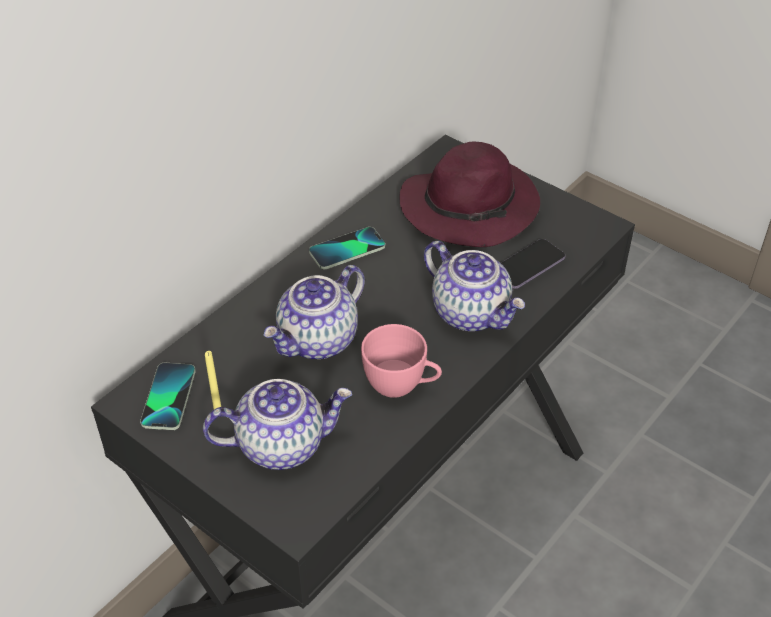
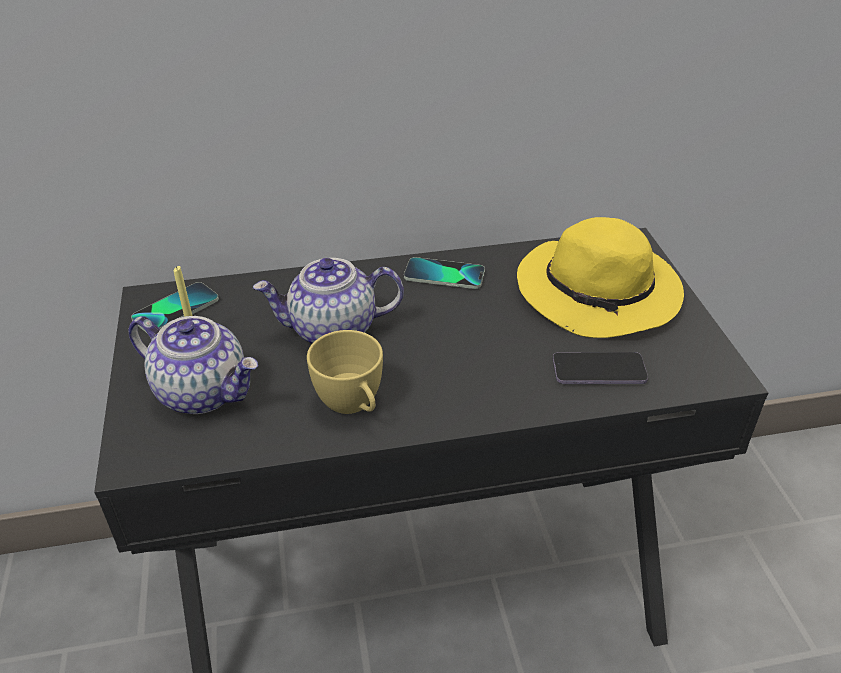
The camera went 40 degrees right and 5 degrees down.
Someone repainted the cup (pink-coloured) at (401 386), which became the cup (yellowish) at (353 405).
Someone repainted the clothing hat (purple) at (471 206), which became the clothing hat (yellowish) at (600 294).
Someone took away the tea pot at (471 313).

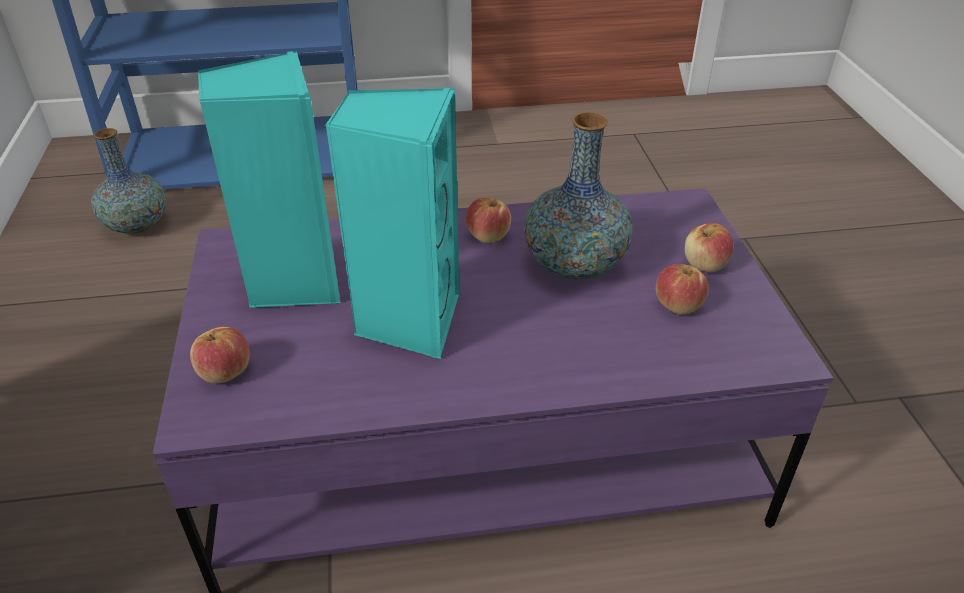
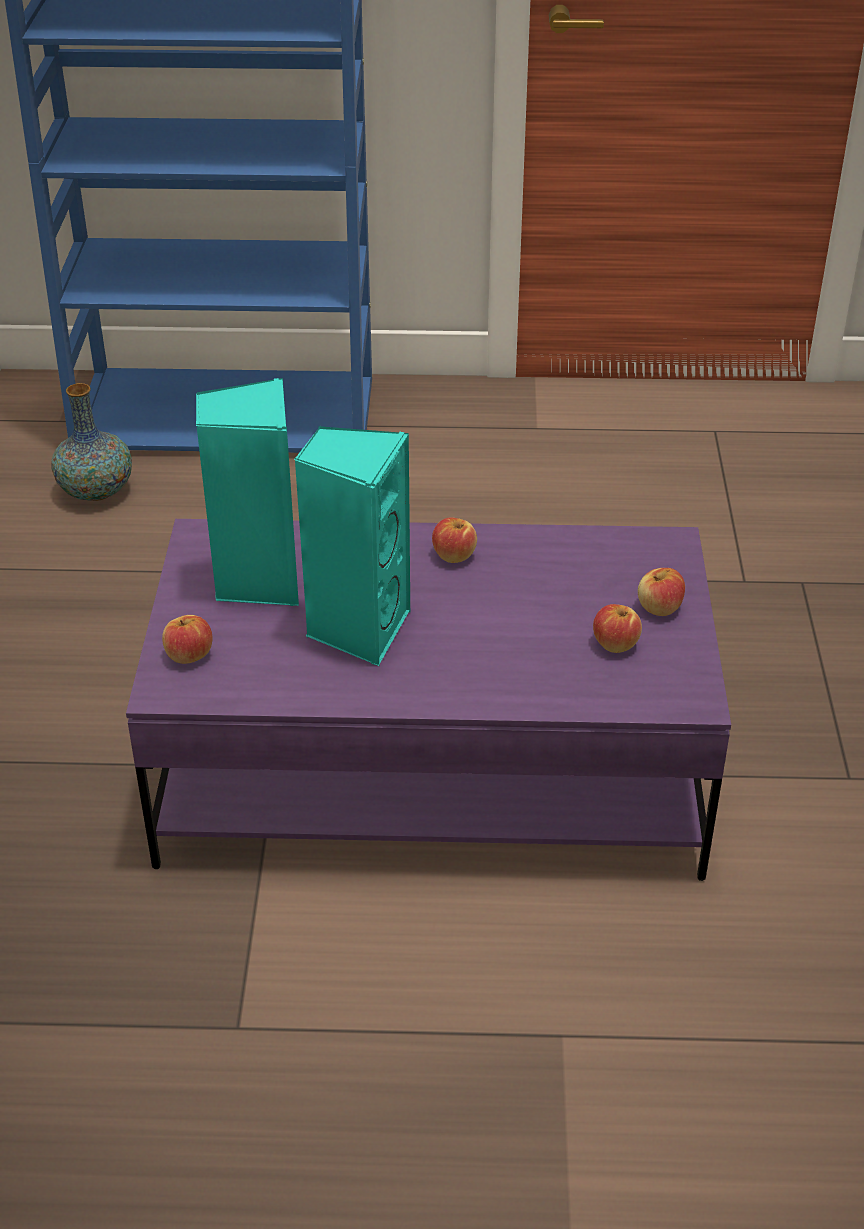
The camera went 10 degrees right and 0 degrees up.
Someone took away the vase at (574 265).

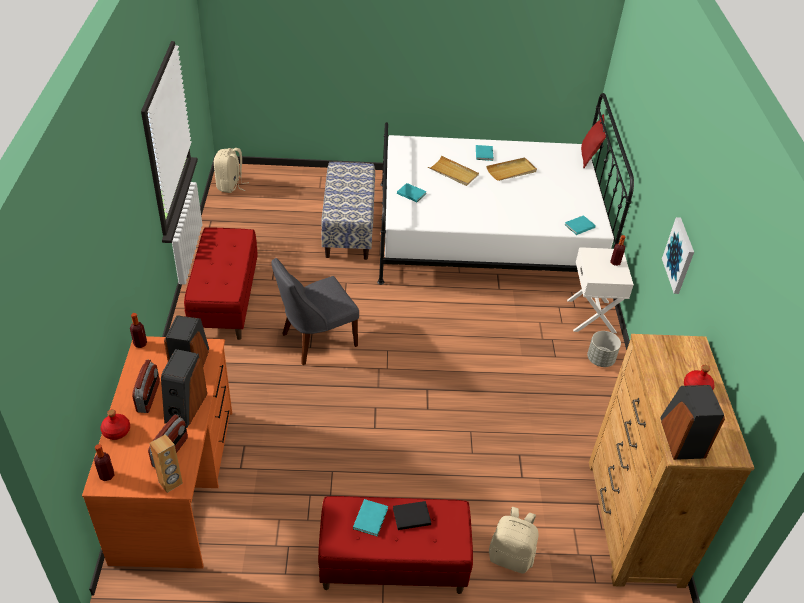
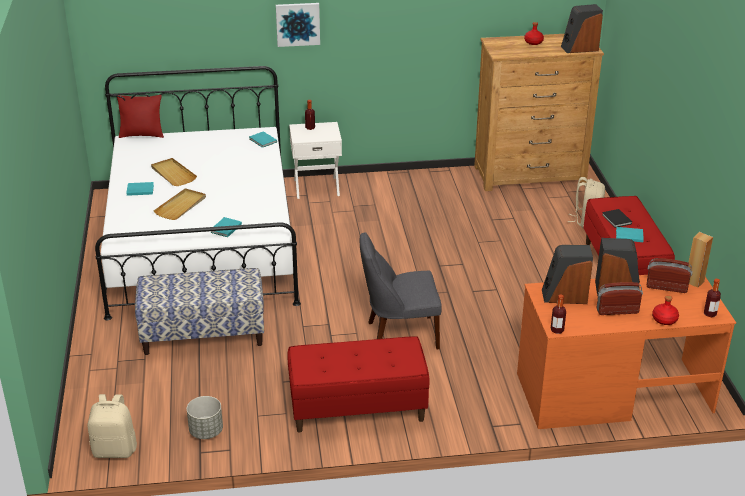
The camera went 95 degrees left and 10 degrees down.
Someone carried the flower pot (greyish) from (600 359) to (206 431).
Someone carried the picture from (679 255) to (298 24).
Someone rotated the chair (greyish) at (316 340) by 120 degrees clockwise.

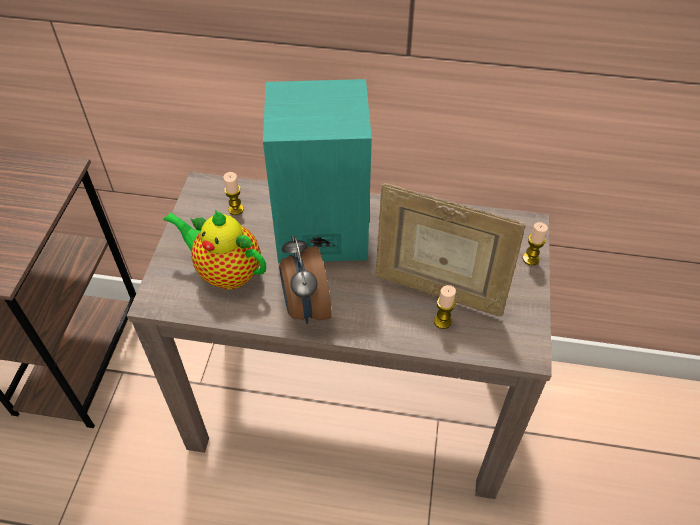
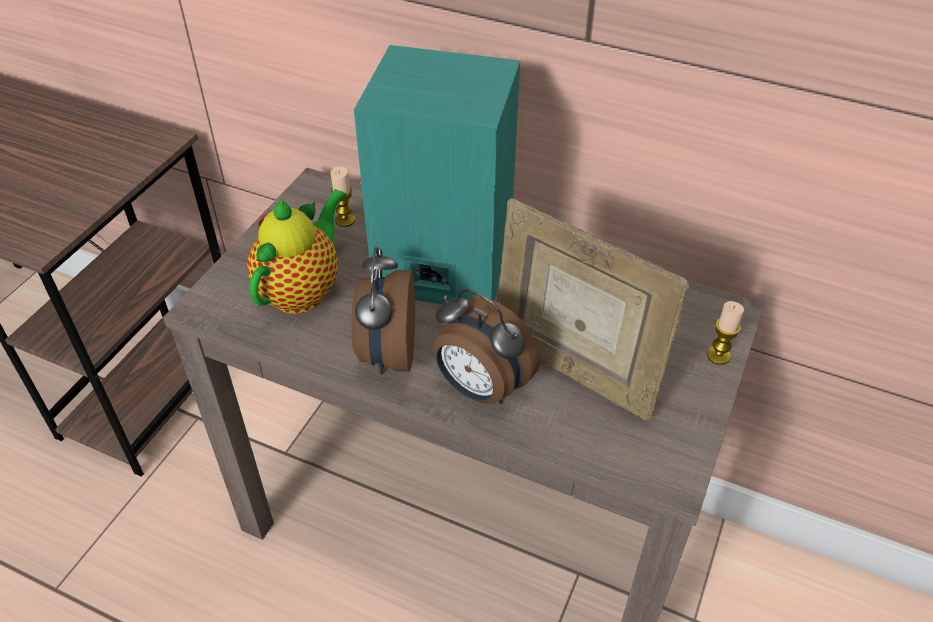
The camera went 15 degrees right and 5 degrees down.
Someone rotated the tea pot at (226 272) by 75 degrees clockwise.
Someone put down the bedside clock at (480 389).
Someone took away the candle at (442 321).

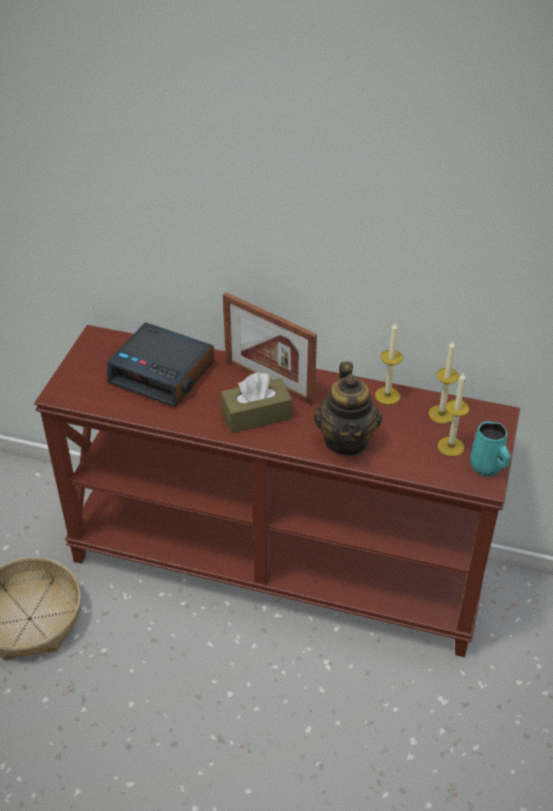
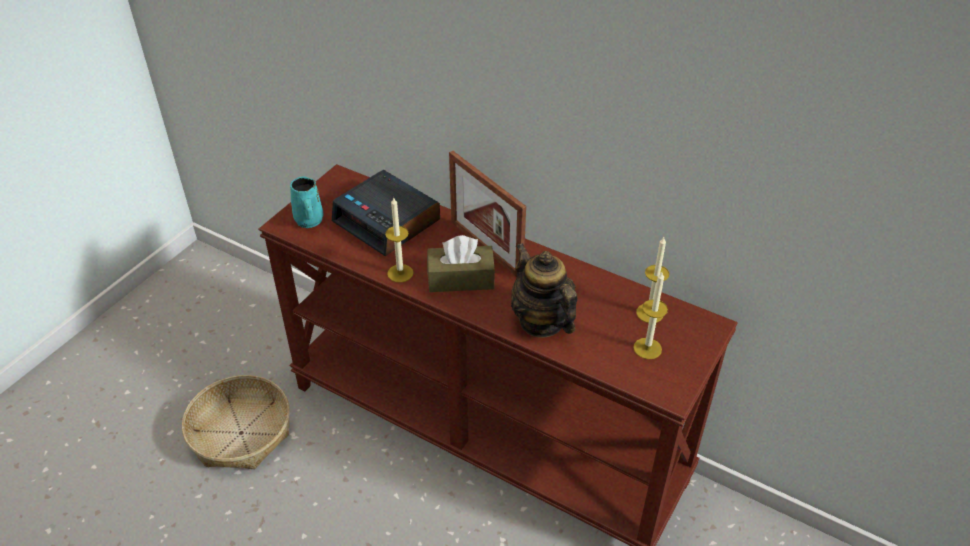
The camera went 15 degrees right and 0 degrees up.
Someone carried the tea mug (turquoise-coloured) from (487 468) to (309 221).
Someone carried the candle from (387 396) to (400 273).
Someone rotated the tea pot at (347 440) by 135 degrees clockwise.

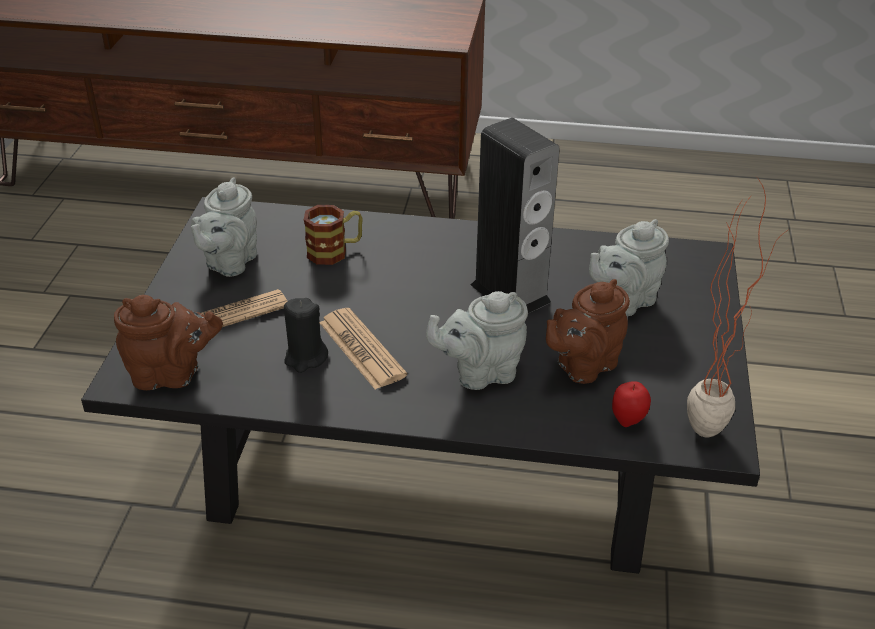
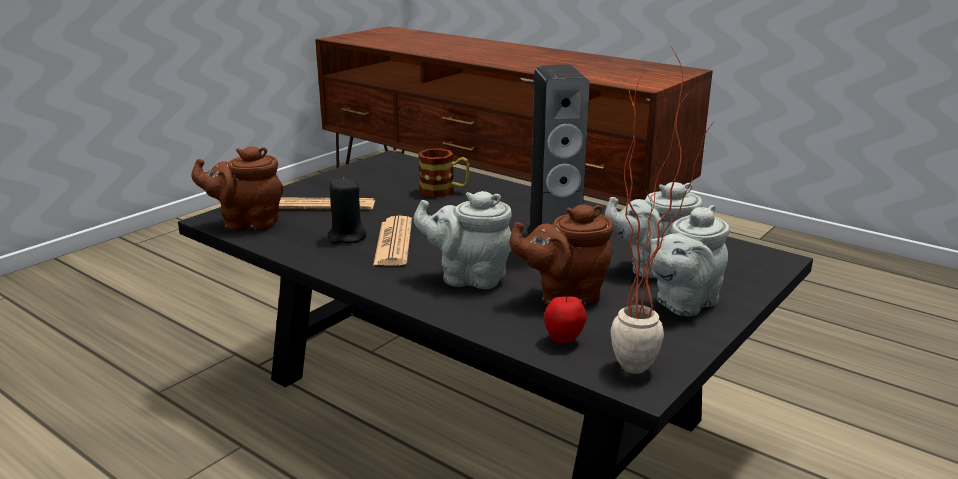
The camera went 30 degrees right and 15 degrees down.
Someone rotated the tea pot (brown) at (172 375) by 150 degrees clockwise.
Someone carried the tea pot (greyish) from (229 263) to (683 303).

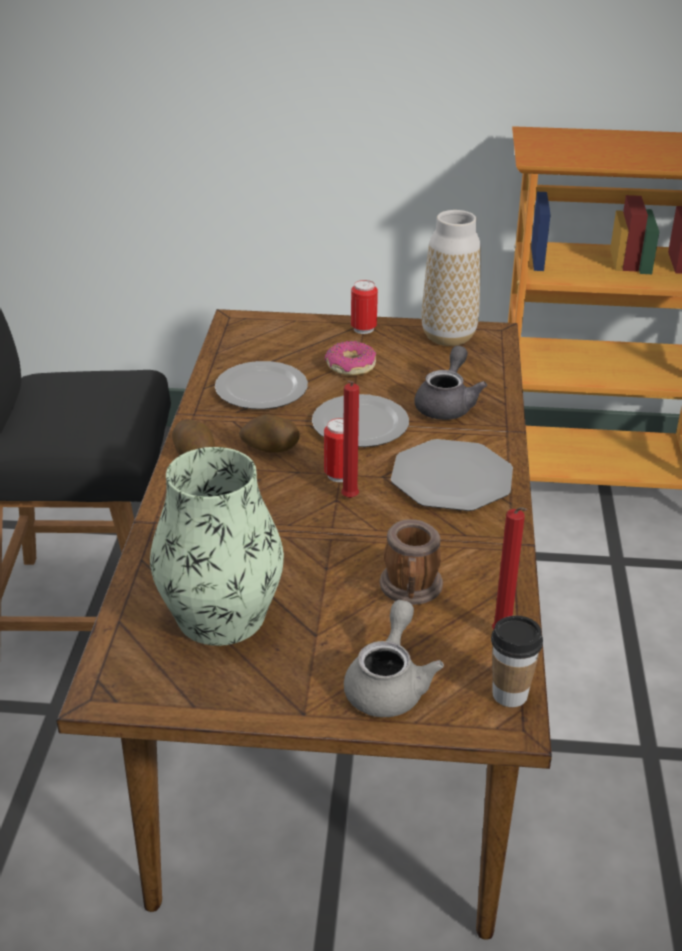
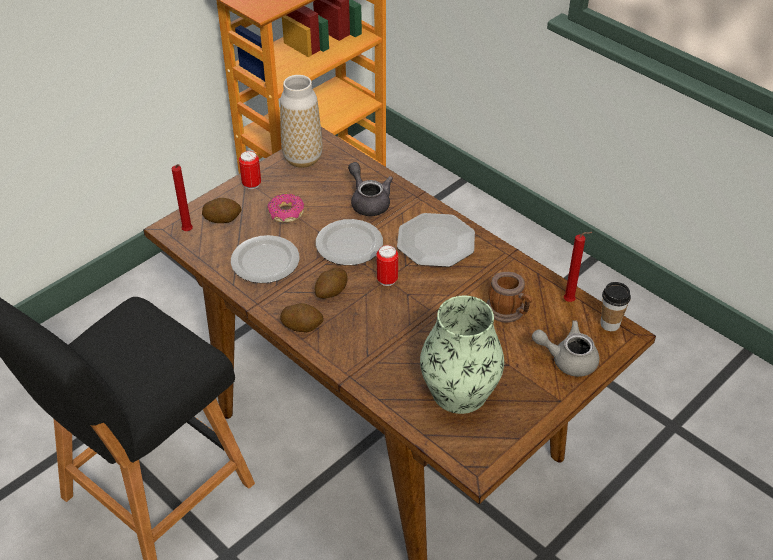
The camera went 50 degrees left and 10 degrees up.
Someone carried the candle (red-coloured) from (348 499) to (188 232).
Someone put down the spud at (222 218).
Someone rotated the tea pot (greyish) at (389 684) by 45 degrees counterclockwise.

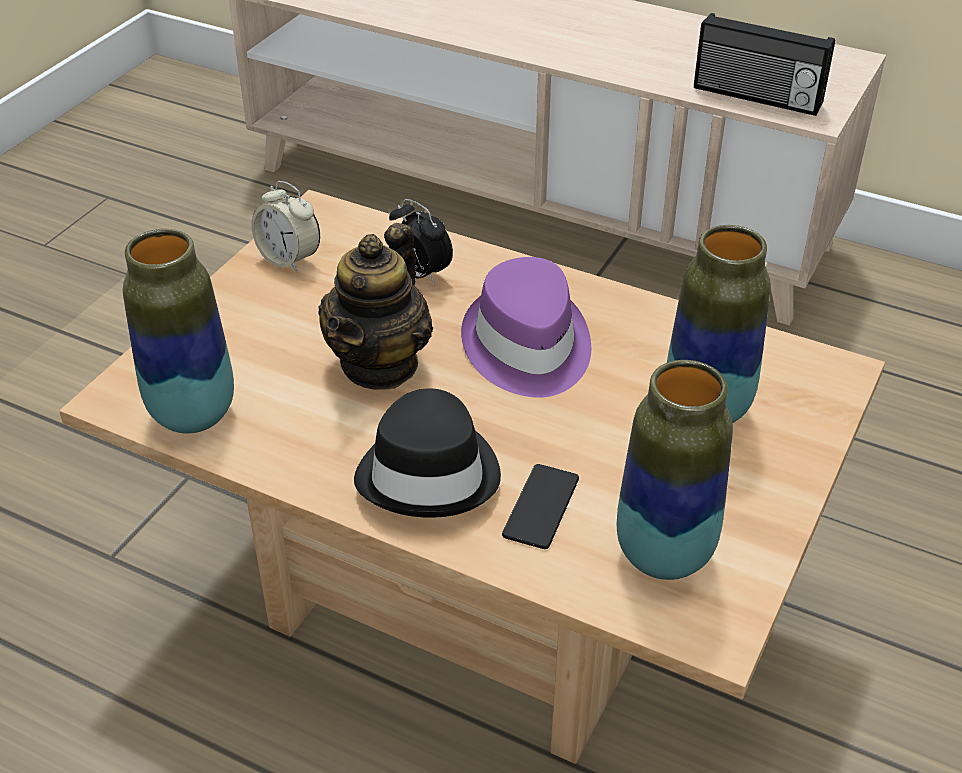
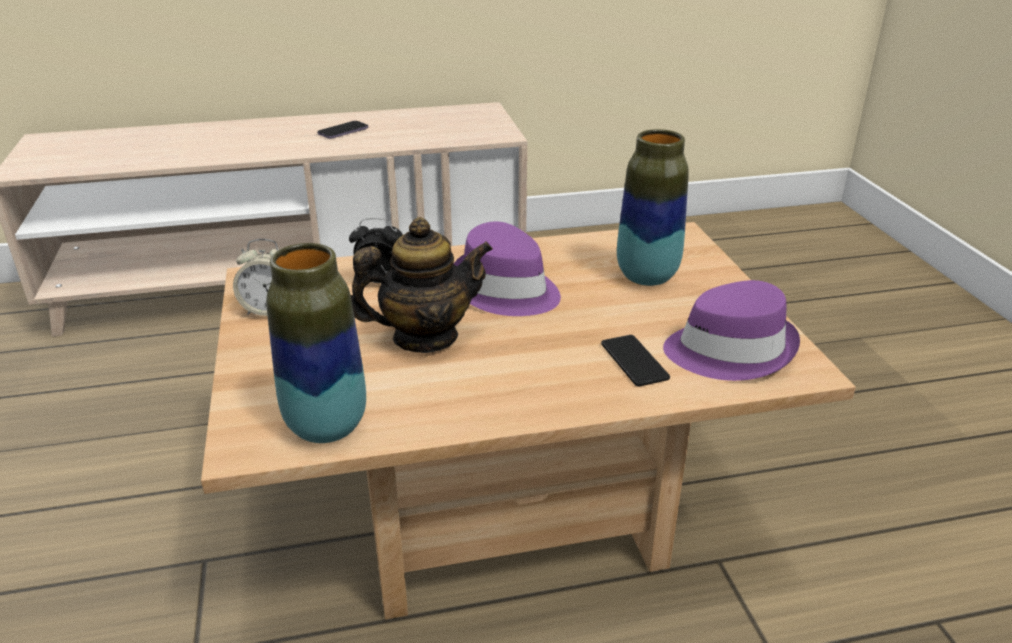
The camera went 40 degrees left and 10 degrees down.
Someone put down the handset at (343 132).
Someone rotated the tea pot at (380 364) by 90 degrees counterclockwise.
Someone swapped the vase at (664 555) for the clothing hat (purple) at (729 350).
Someone took away the clothing hat (blackish) at (430 473).
Someone took away the radio set at (756 97).

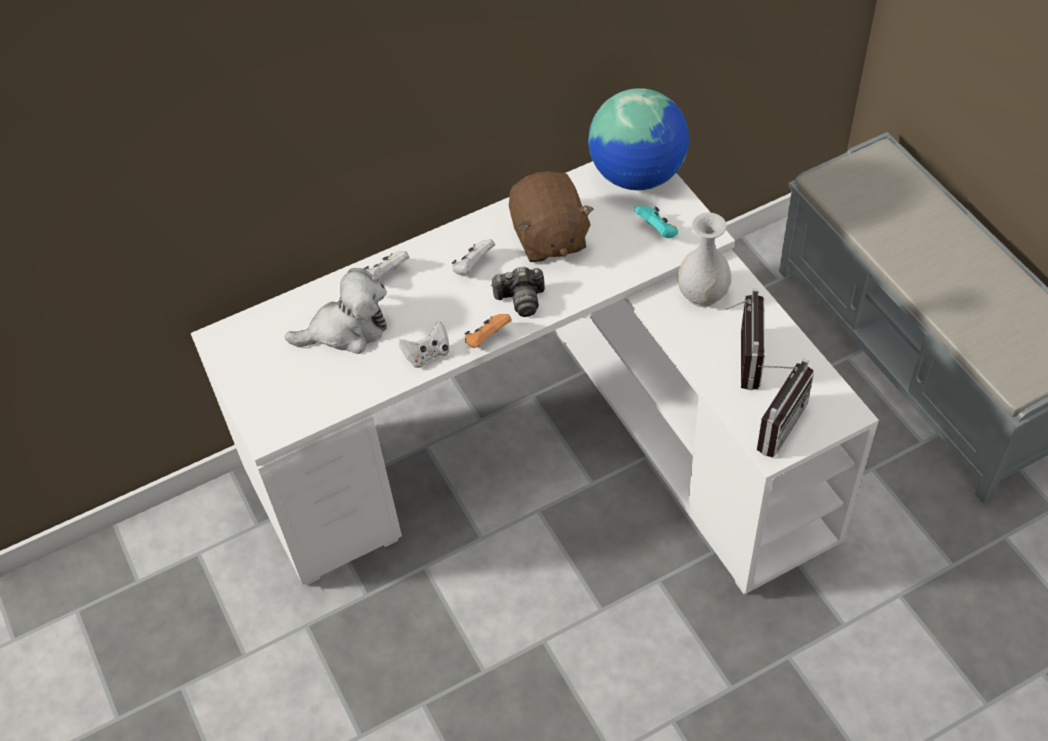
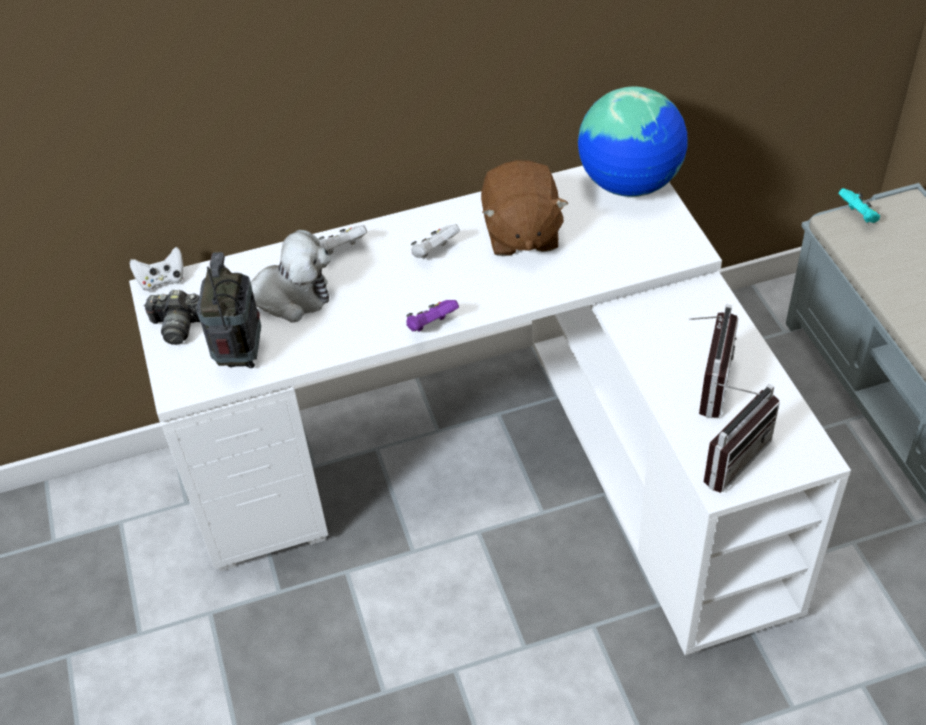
The camera went 10 degrees right and 5 degrees down.
Someone carried the gamepad (white-coloured) from (427 354) to (162 280).
Someone carried the still camera from (521 299) to (178 326).
Someone put down the radio set at (240 355).
Someone repainted the gamepad (orange) at (487 339), which became the gamepad (purple) at (431 326).
Someone carried the gamepad (turquoise-coloured) from (657 231) to (858 216).
Someone took away the vase (white-coloured) at (703 294).

